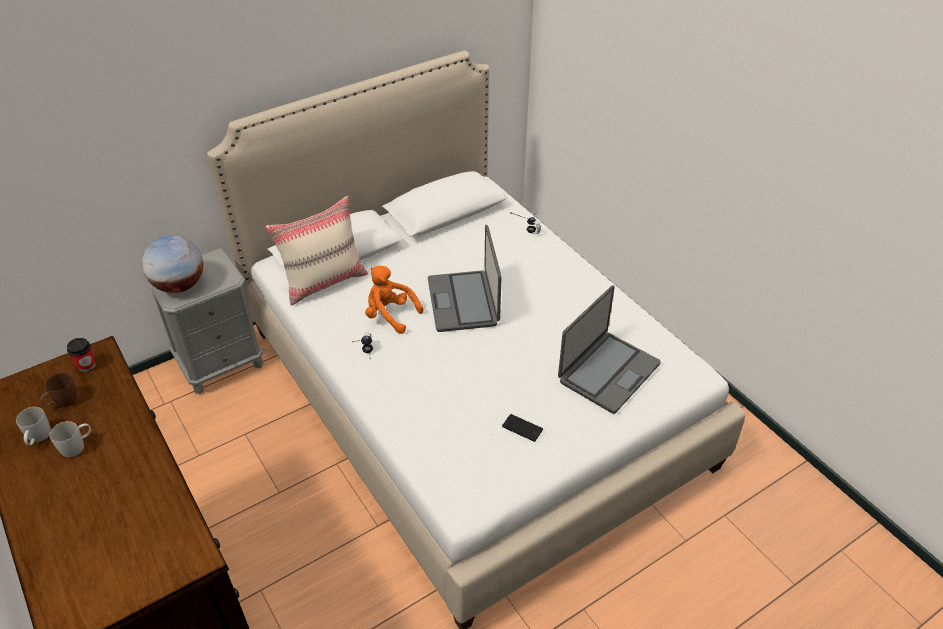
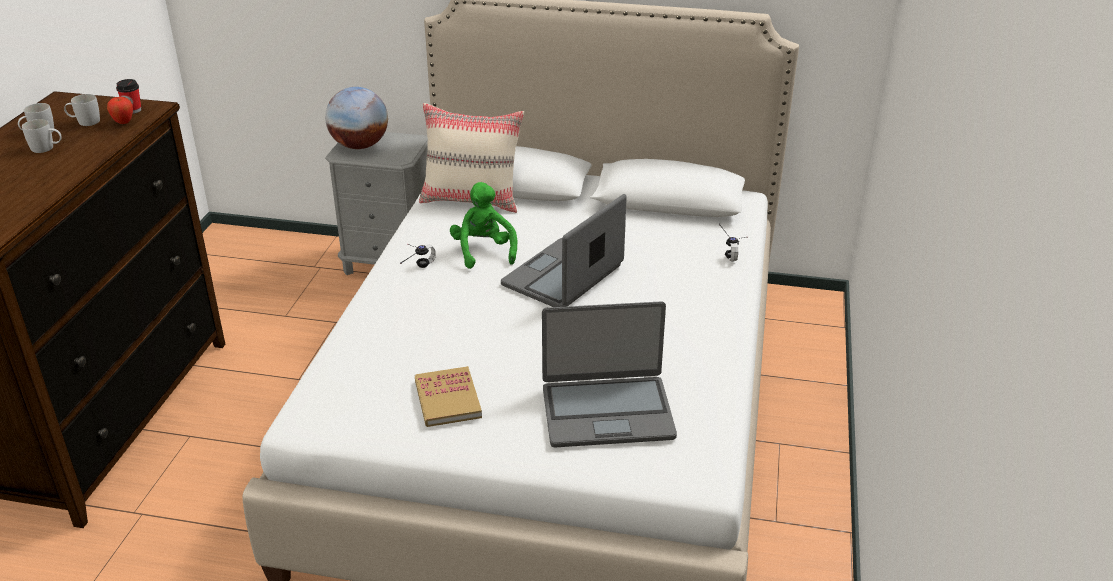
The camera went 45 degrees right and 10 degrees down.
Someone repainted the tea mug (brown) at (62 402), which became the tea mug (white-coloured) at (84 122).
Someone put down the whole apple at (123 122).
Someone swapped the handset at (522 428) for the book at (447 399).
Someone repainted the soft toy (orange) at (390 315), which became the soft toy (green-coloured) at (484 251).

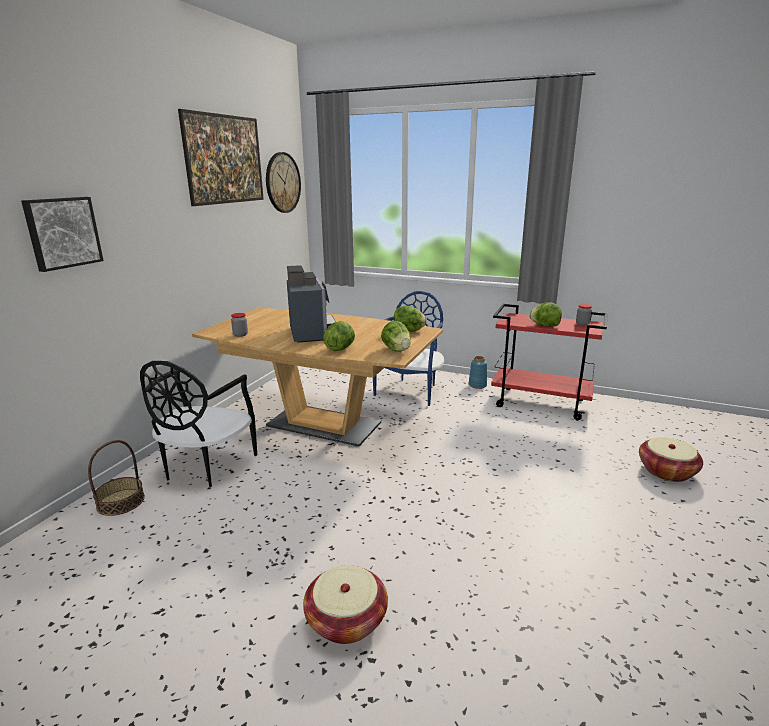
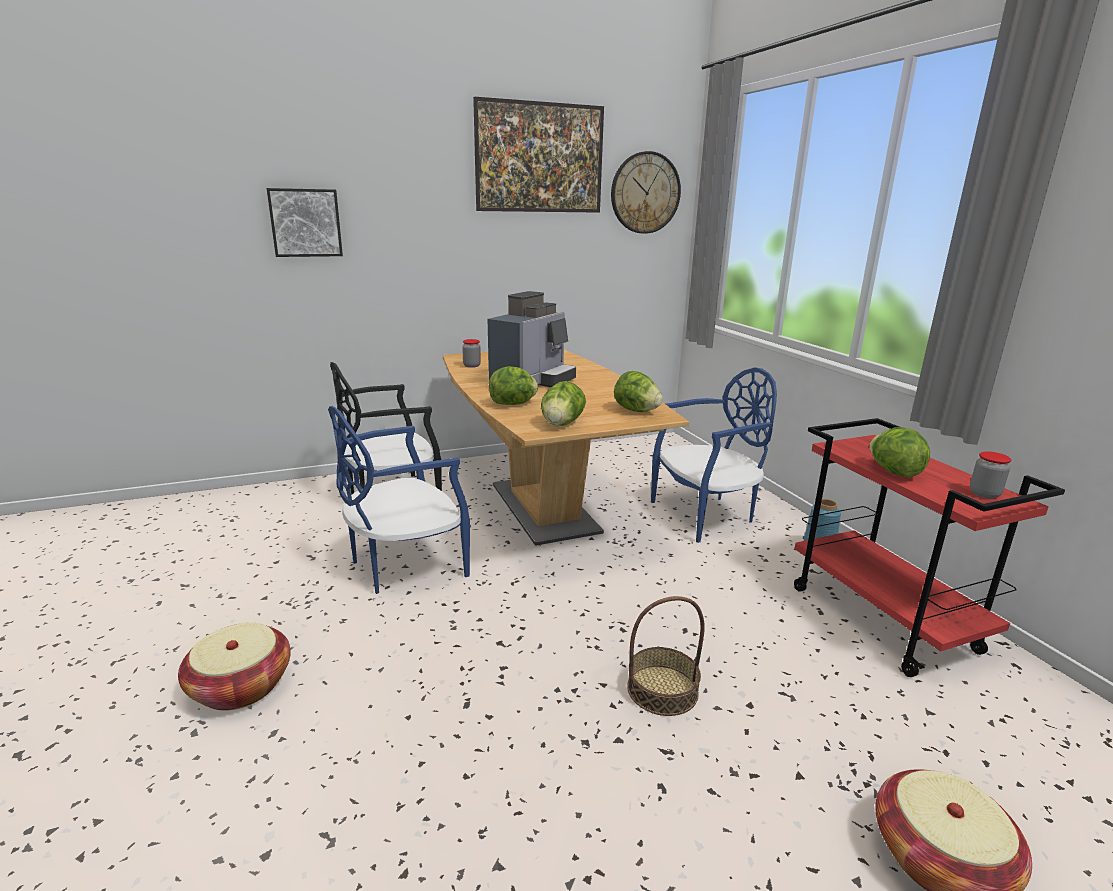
The camera went 45 degrees right and 0 degrees up.
Someone put down the chair (bluish) at (404 565).
Someone carried the household basket from (120 502) to (662 689).

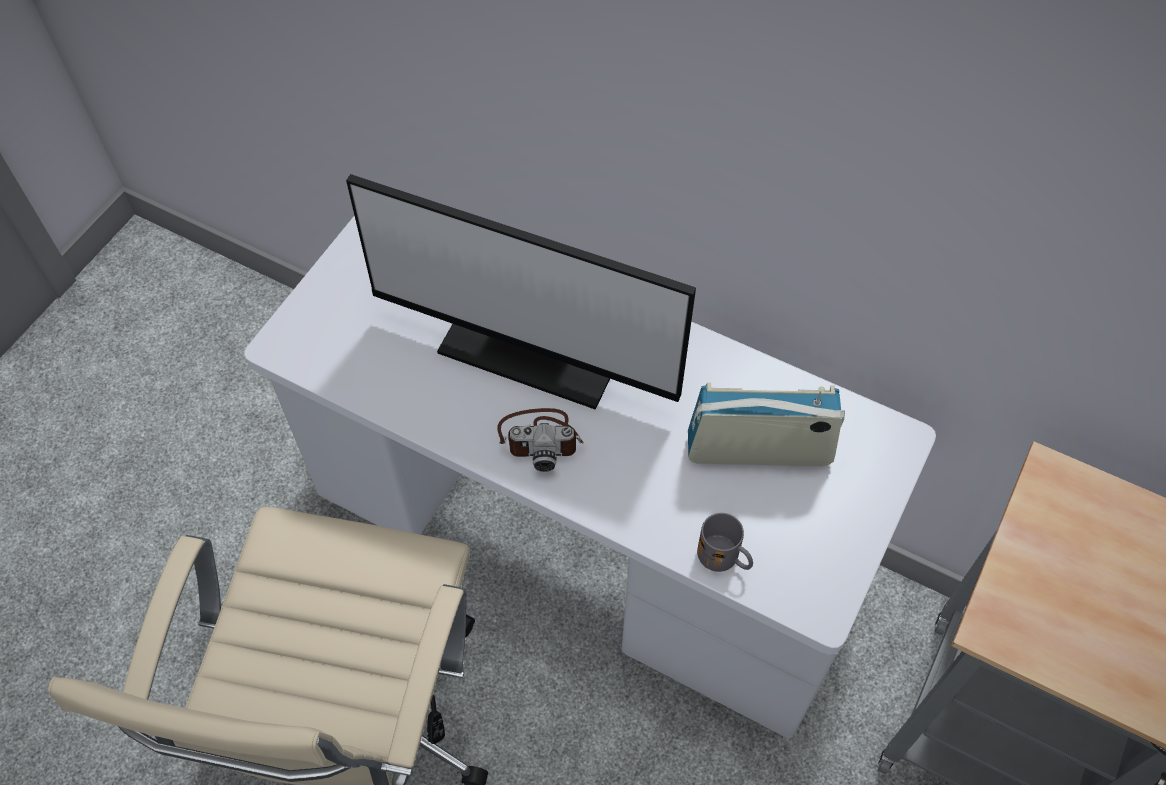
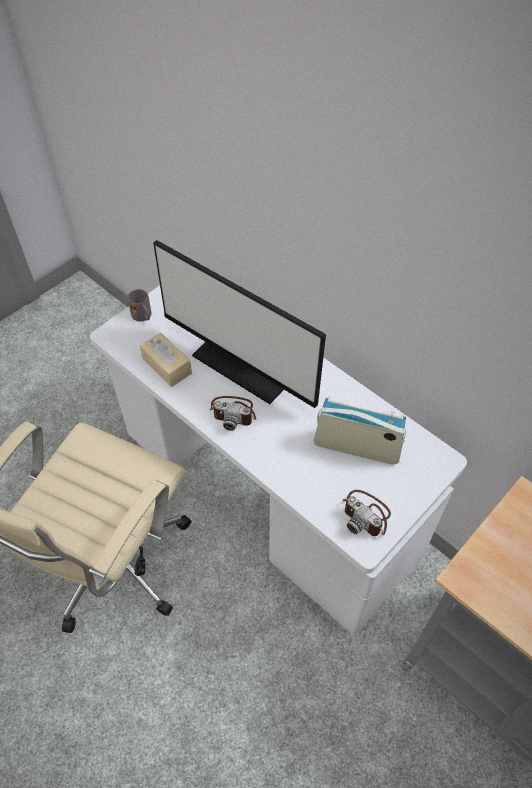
The camera went 15 degrees right and 5 degrees down.
Someone carried the tea mug (greyish) from (725 558) to (143 316).
Someone put down the tissue box (sand-coloured) at (167 366).
Someone put down the still camera at (366 514).

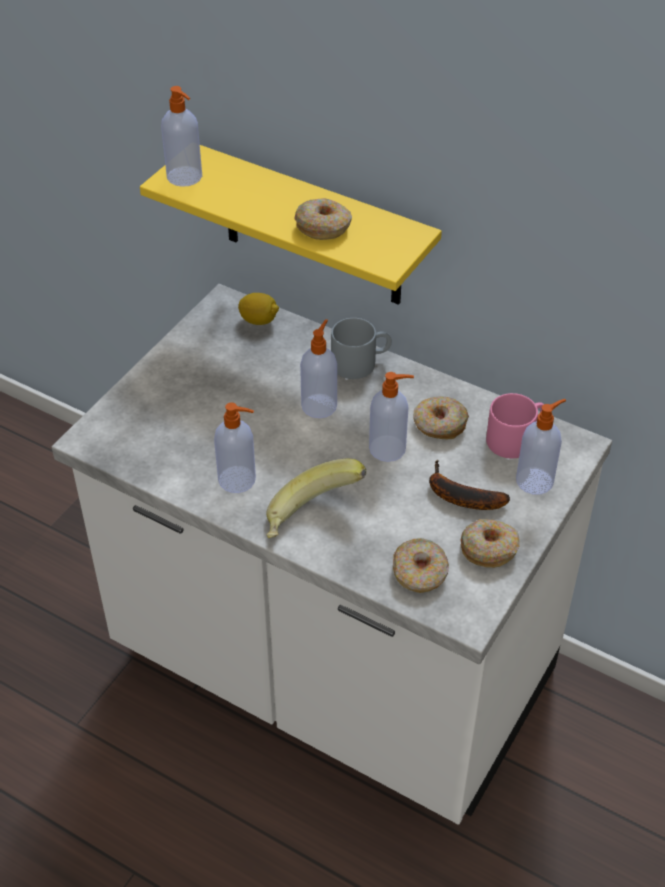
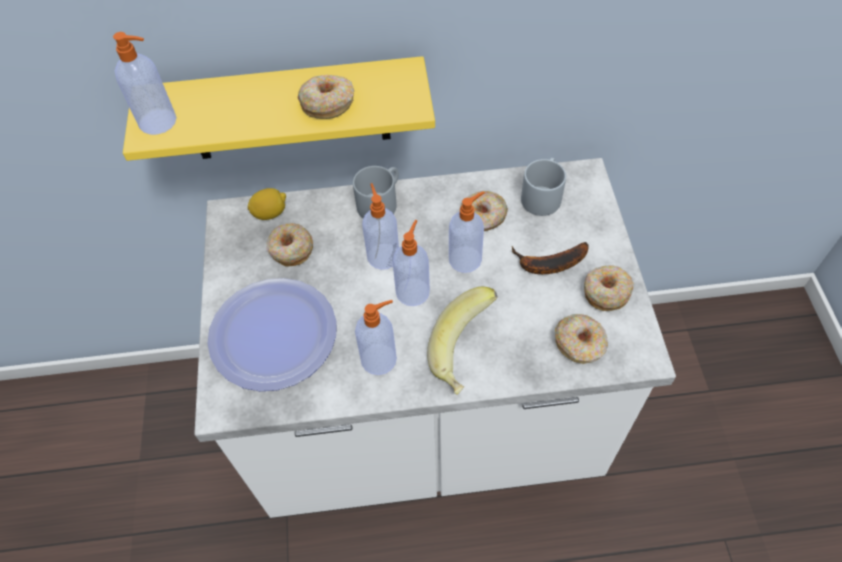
The camera went 35 degrees left and 10 degrees up.
Someone put down the flat dish at (273 335).
Someone put down the doughnut at (290 249).
Someone carried the soap bottle from (536 480) to (413 291).
Someone repainted the tea mug (pink-coloured) at (515 437), which became the tea mug (greyish) at (542 194).

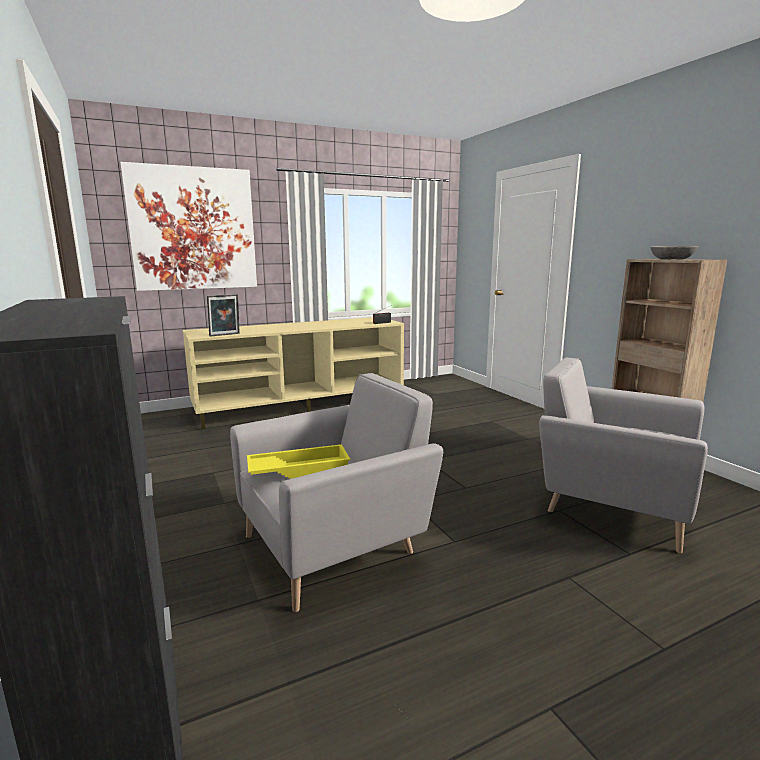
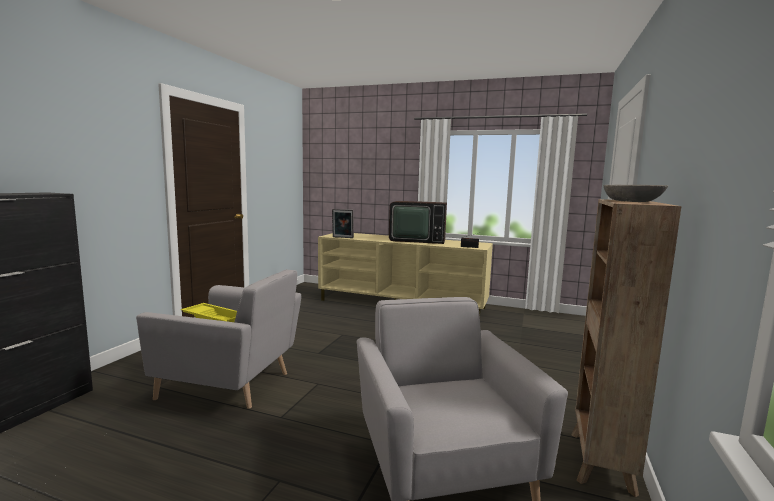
The camera went 45 degrees right and 5 degrees down.
Someone put down the TV set at (417 240).
Someone took away the picture at (193 229).

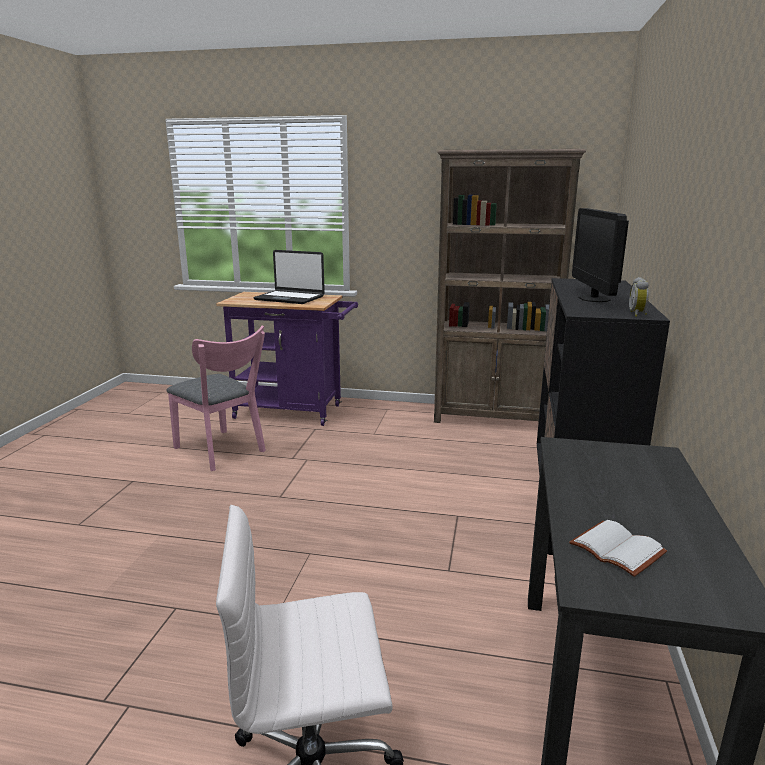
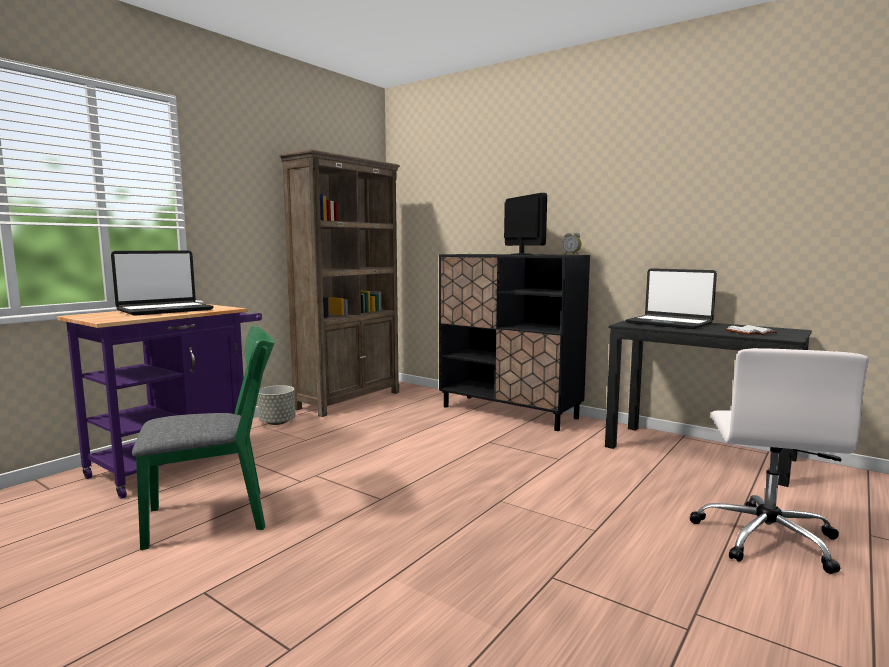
The camera went 65 degrees left and 10 degrees down.
Someone repainted the chair (pink-coloured) at (223 451), which became the chair (green-coloured) at (217 516).
Someone put down the flower pot (greyish) at (277 422).
Someone rotated the computer display at (594 299) by 135 degrees counterclockwise.
Someone put down the laptop at (669 323).

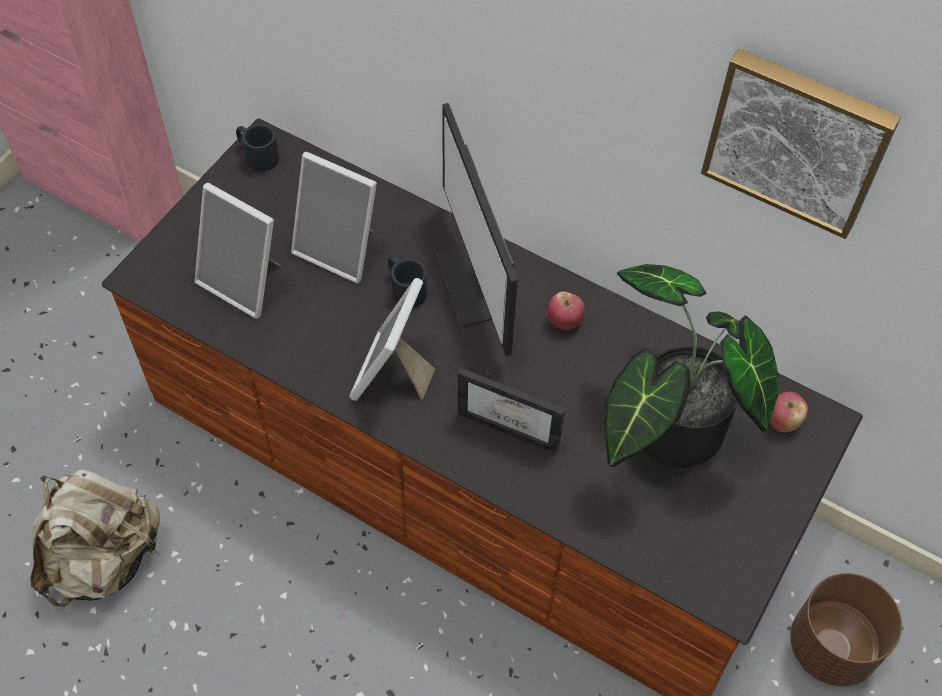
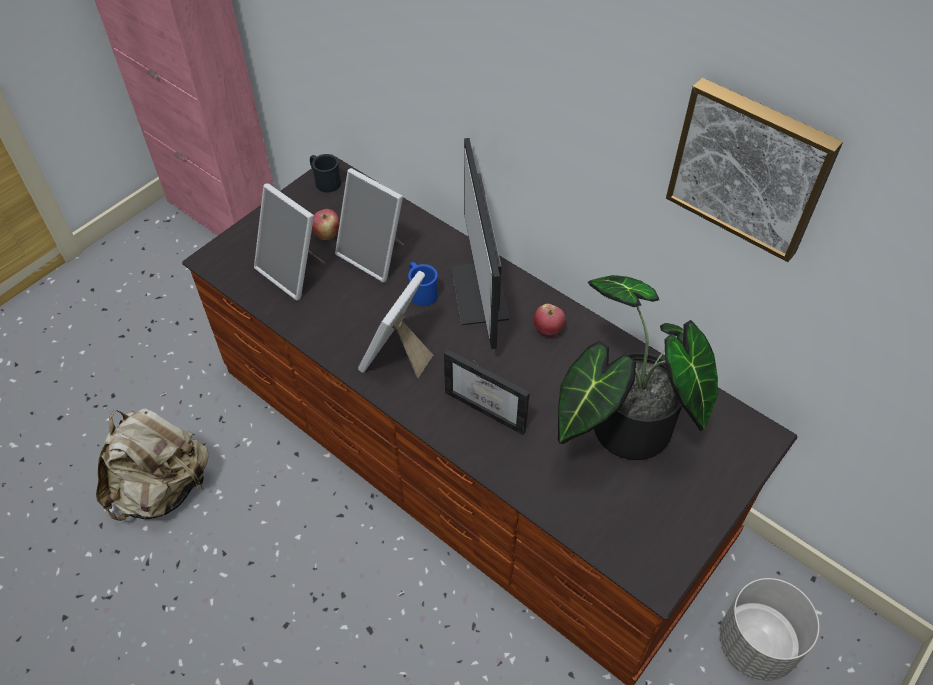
The camera went 10 degrees right and 5 degrees down.
Someone carried the whole apple from (782 422) to (327 234).
Someone repainted the tea mug (blackish) at (405 288), which became the tea mug (bluish) at (421 290).
Someone repainted the flower pot (brown) at (832 647), which became the flower pot (greyish) at (757 644).

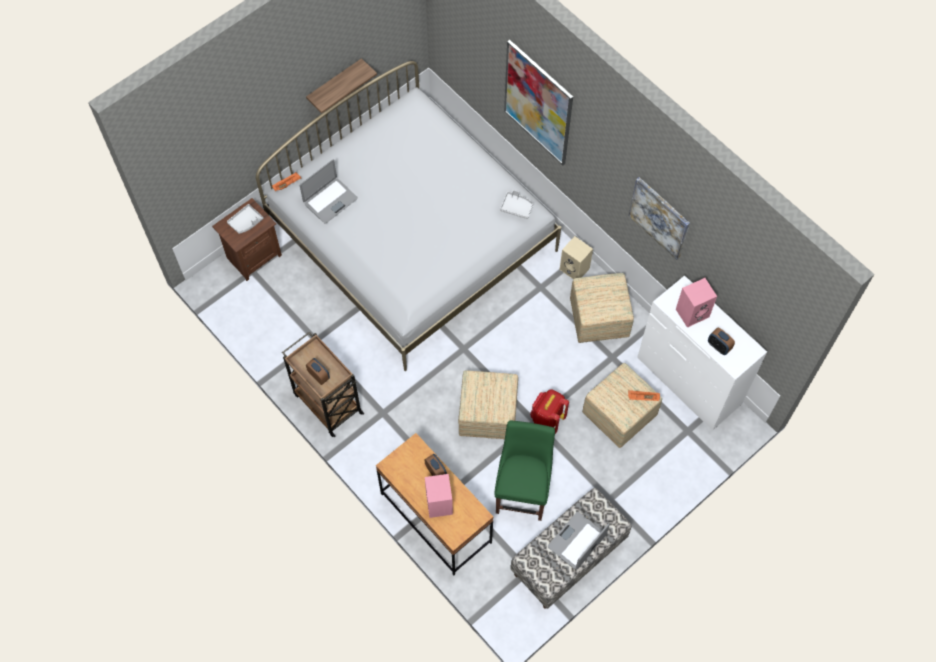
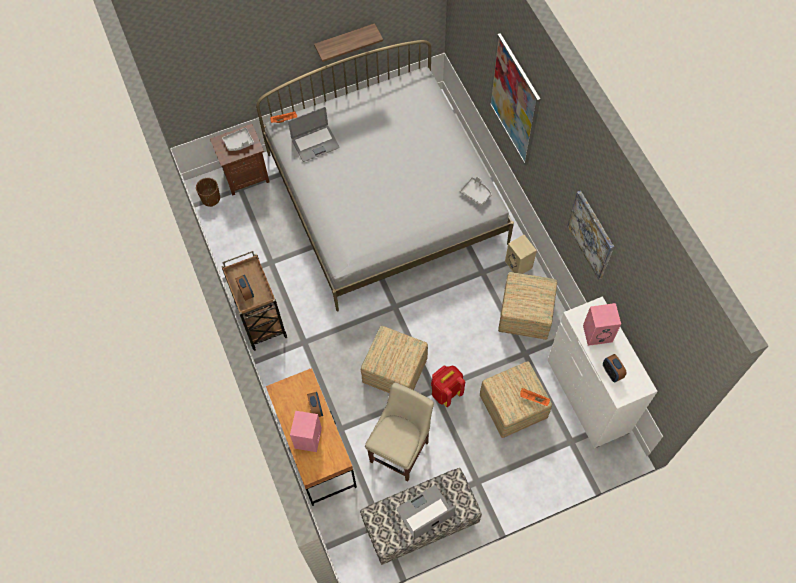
The camera went 20 degrees right and 0 degrees up.
Someone put down the flower pot (brown) at (211 198).
Someone repainted the chair (green-coloured) at (523 491), which became the chair (sand-coloured) at (401 449).

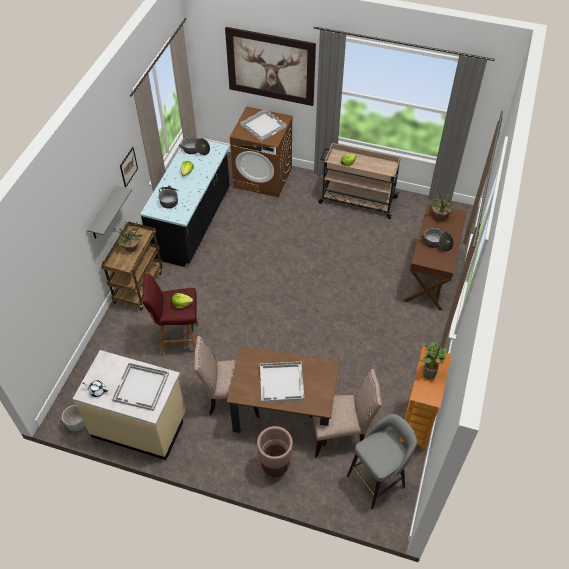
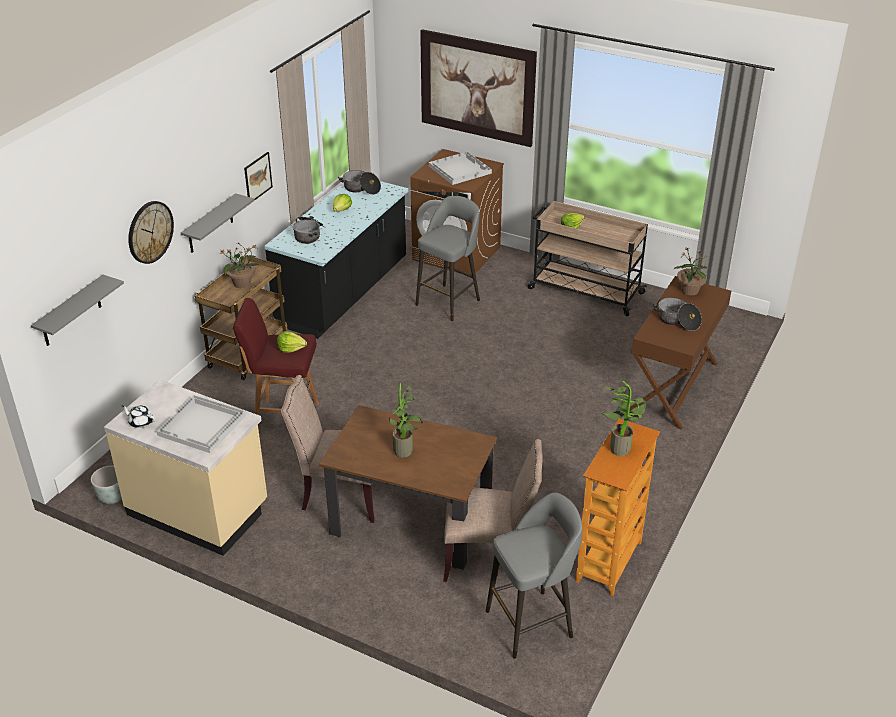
The camera went 10 degrees right and 15 degrees down.
Someone put up the wall shelf (greyish) at (71 312).
Someone put up the wall clock at (150 232).
Someone swapped the serving tray (white-coloured) at (282 383) for the potted plant at (406 452).
Someone put down the sitting stool (greyish) at (449 302).
Someone took away the flower pot (brown) at (275 466).

